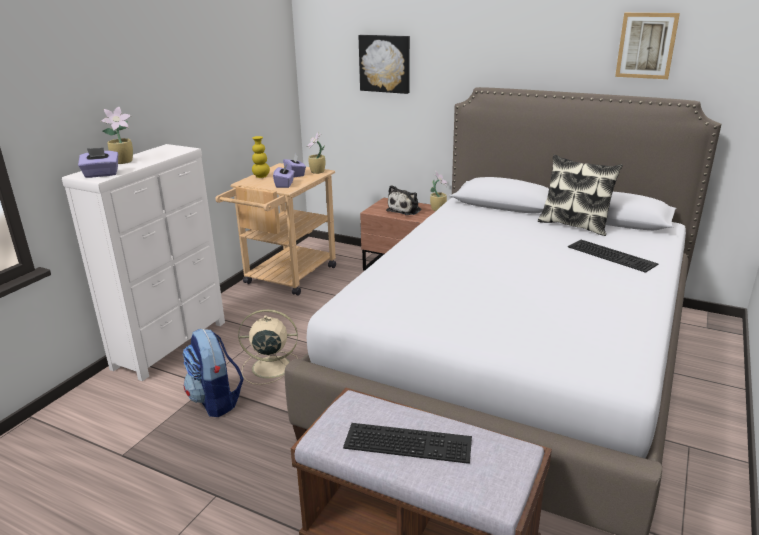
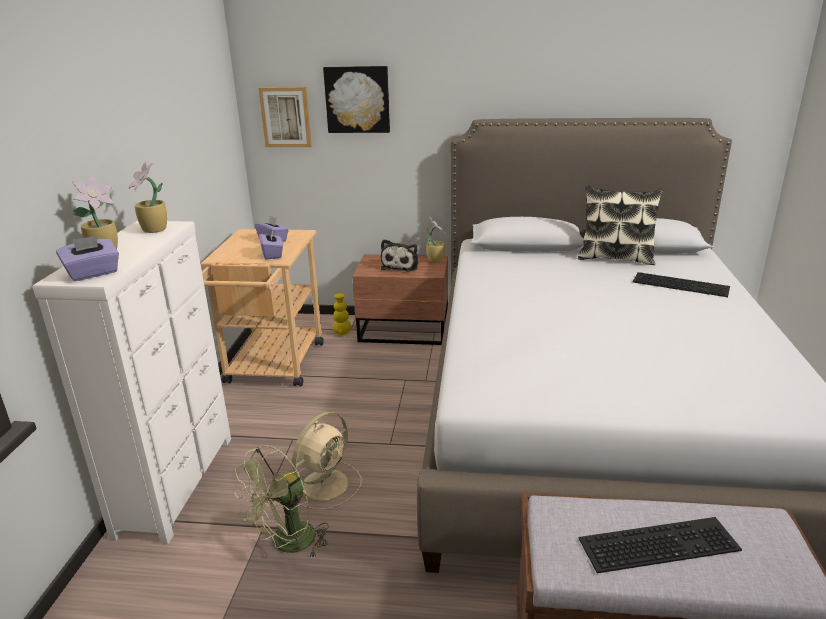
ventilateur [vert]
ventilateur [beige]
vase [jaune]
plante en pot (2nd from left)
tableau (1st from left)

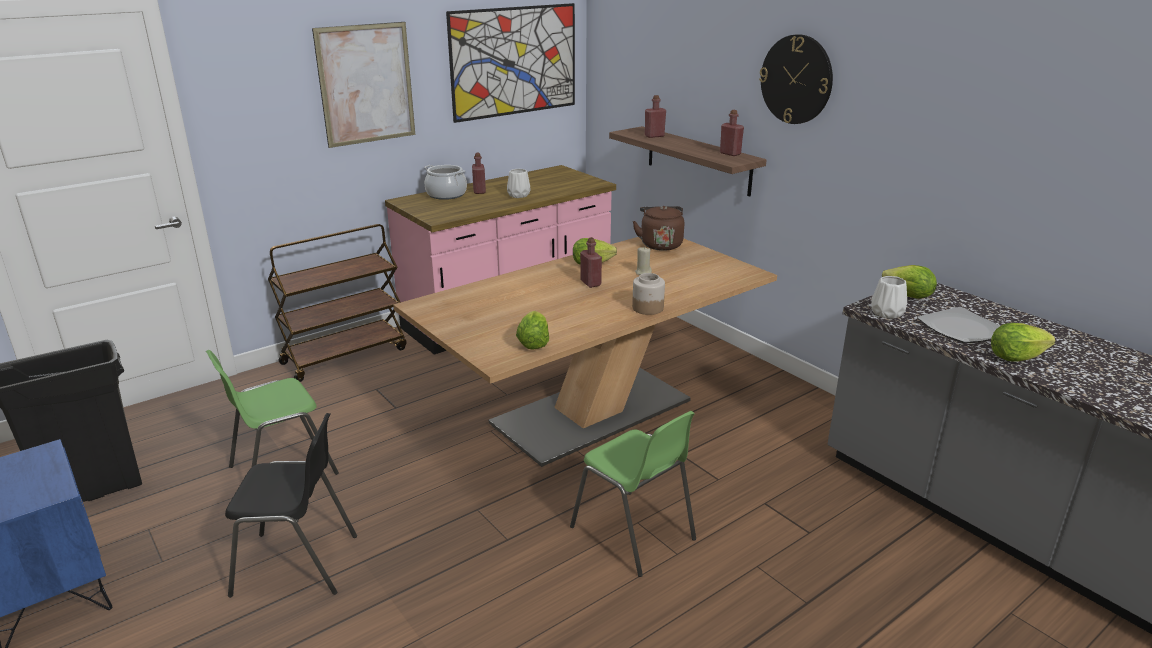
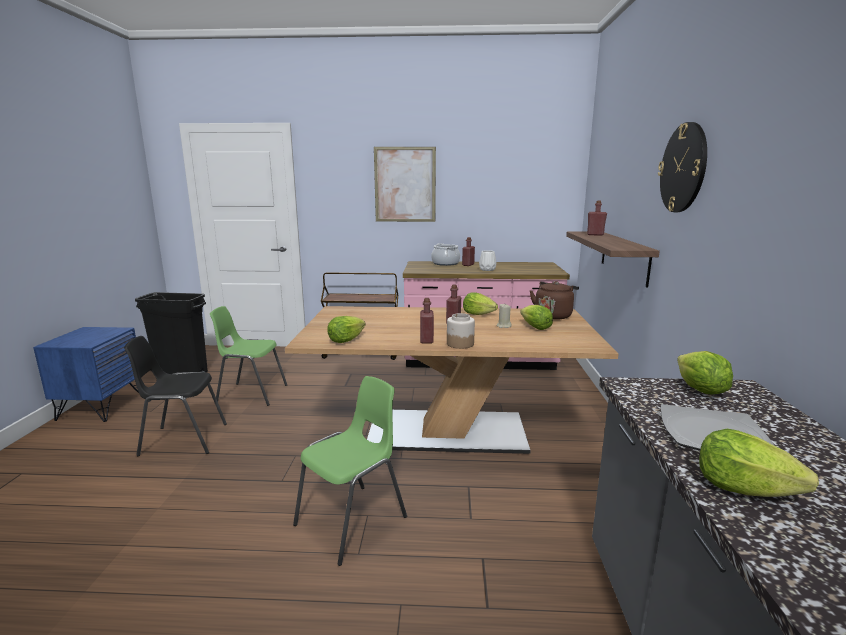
chaise [noir]
tableau (2nd from left in the first image)
chaise [vert] (2nd from left)
bouteille [rouge] (1st from left)
vase [blanc] (2nd from left in the first image)
laitue (3rd from left)

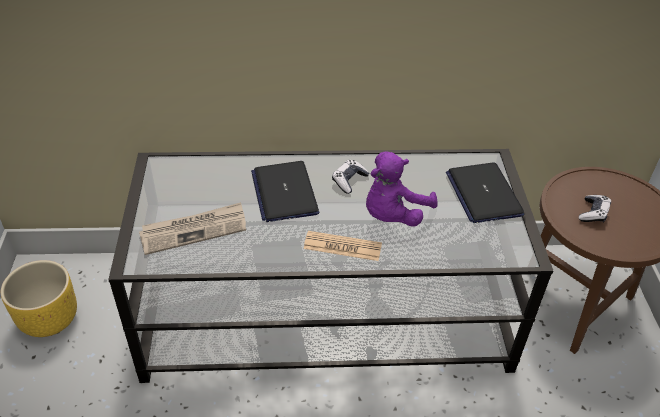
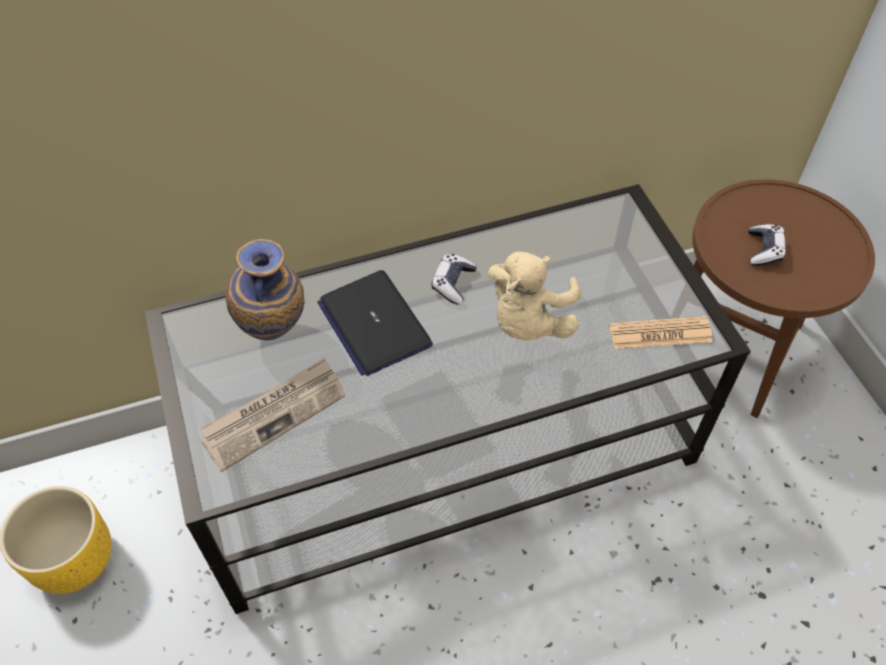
journal (2nd from left)
peluche [beige]
ordinateur portable (2nd from left in the first image)
vase

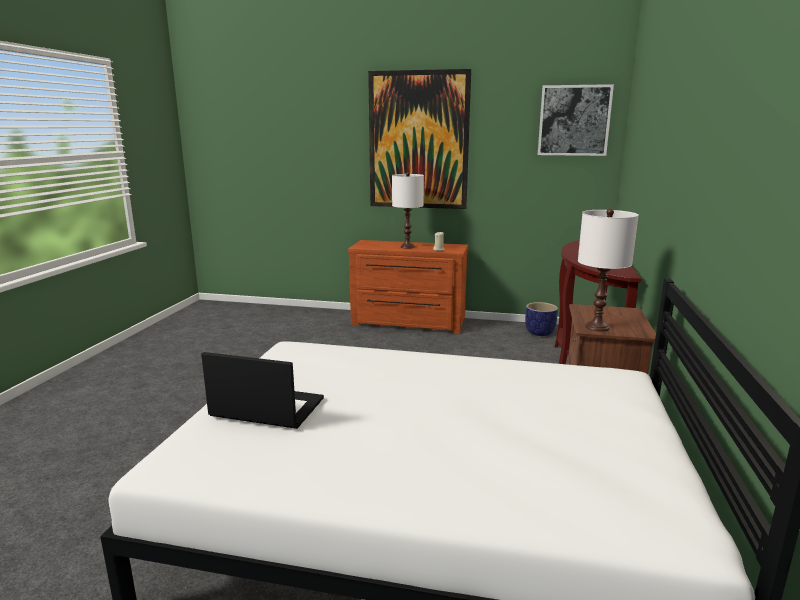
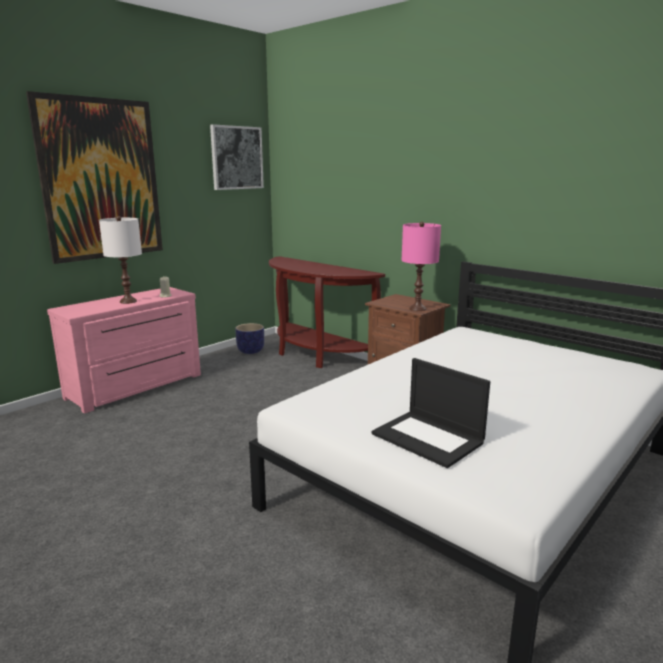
ordinateur portable
commode [rose]
lampe de table [rose]

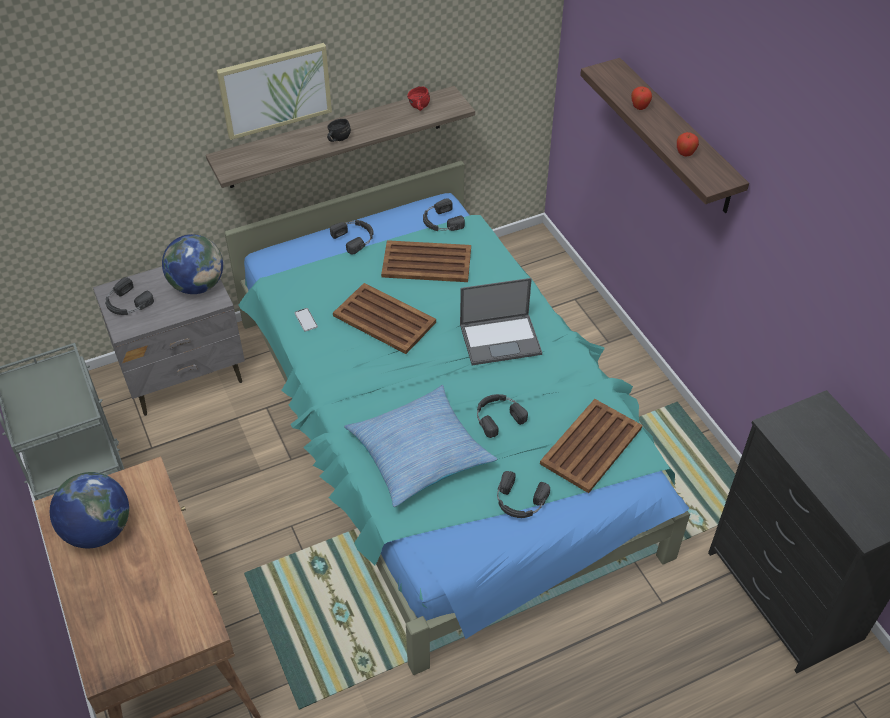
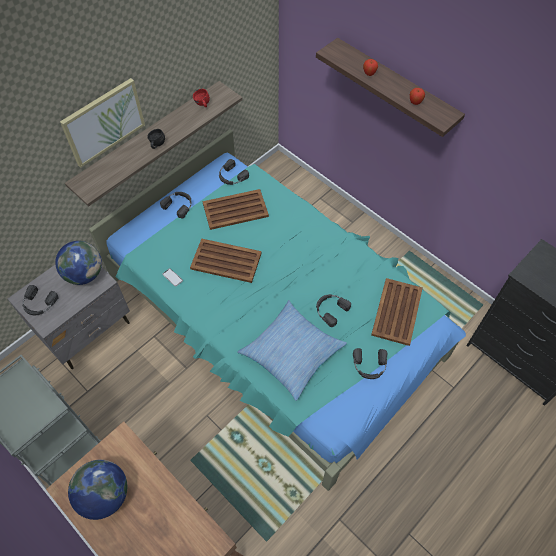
ordinateur portable

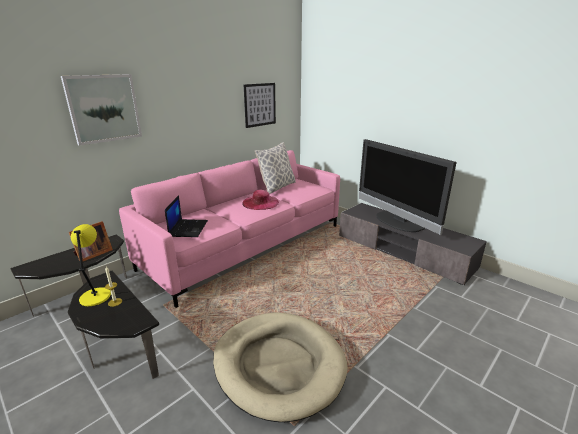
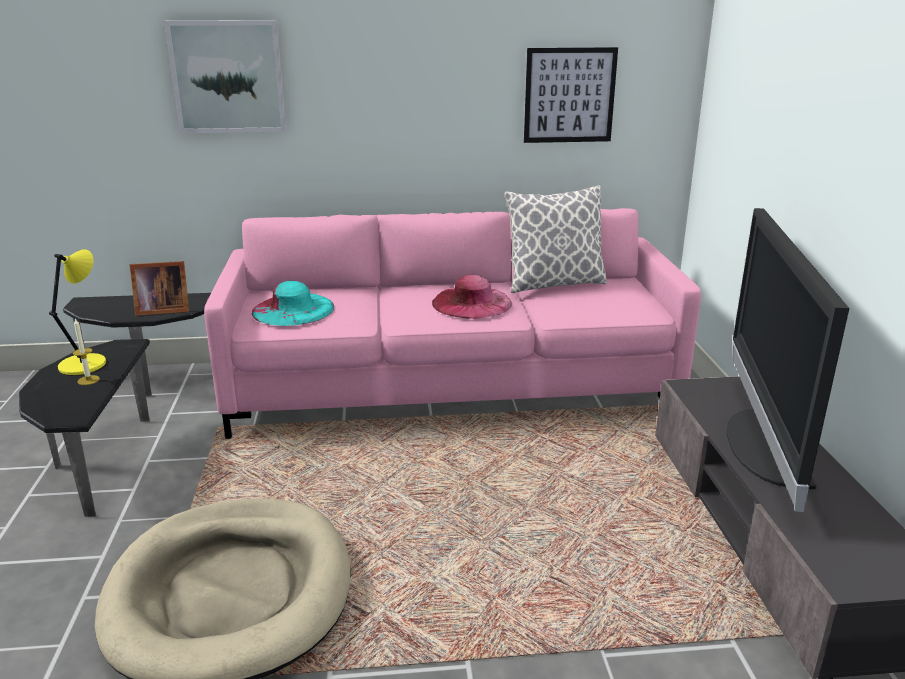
chapeau [turquoise]

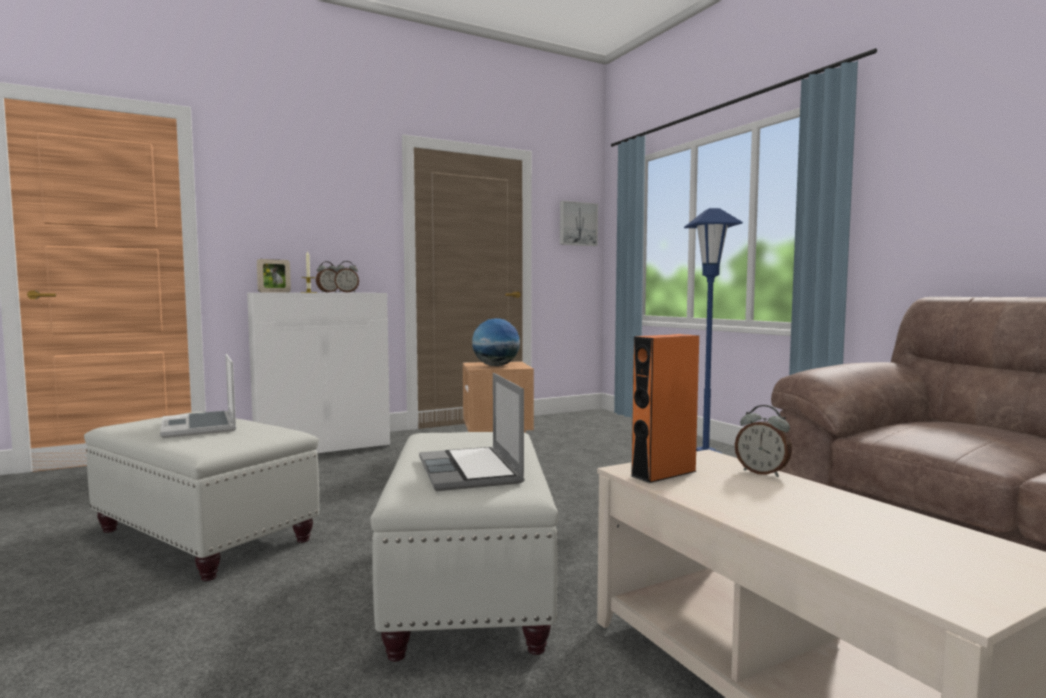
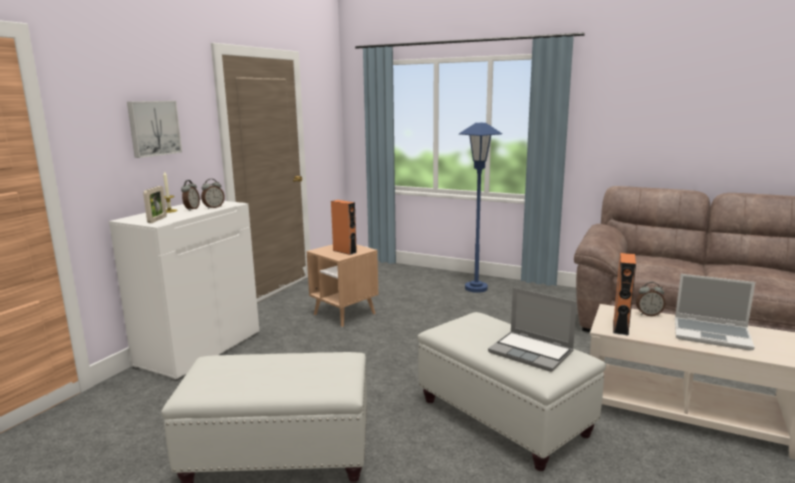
ordinateur portable (2nd from left)
enceinte [orange] (1st from left)
tableau

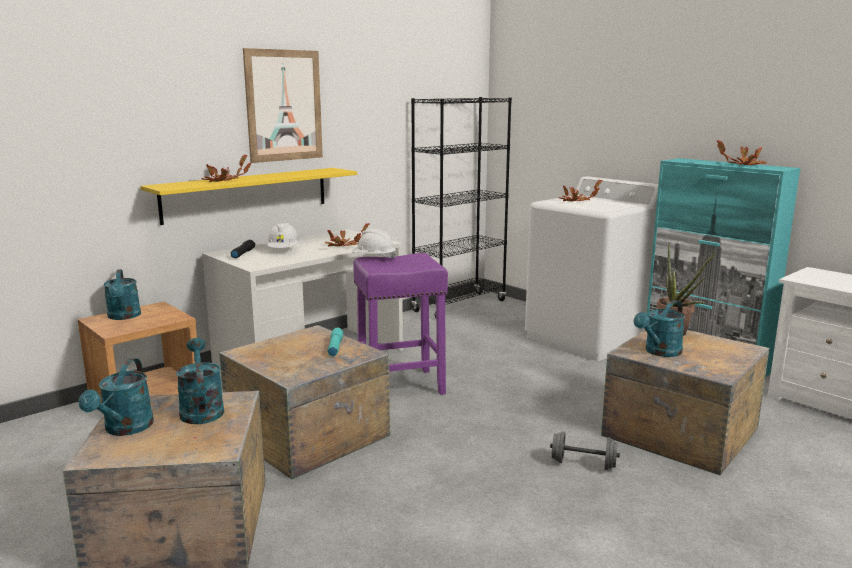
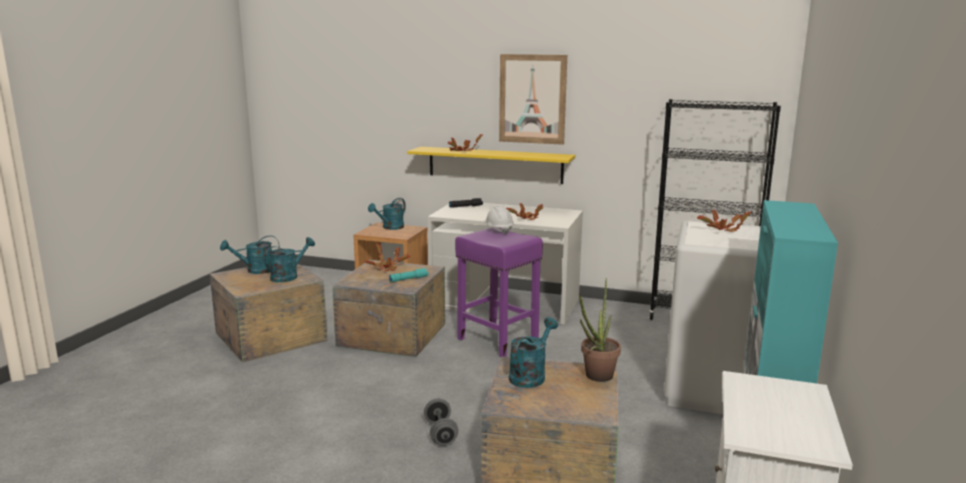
casque de chantier [blanc] (1st from left in the first image)
arrosoir [turquoise] (4th from left)
plante en pot (1st from left)

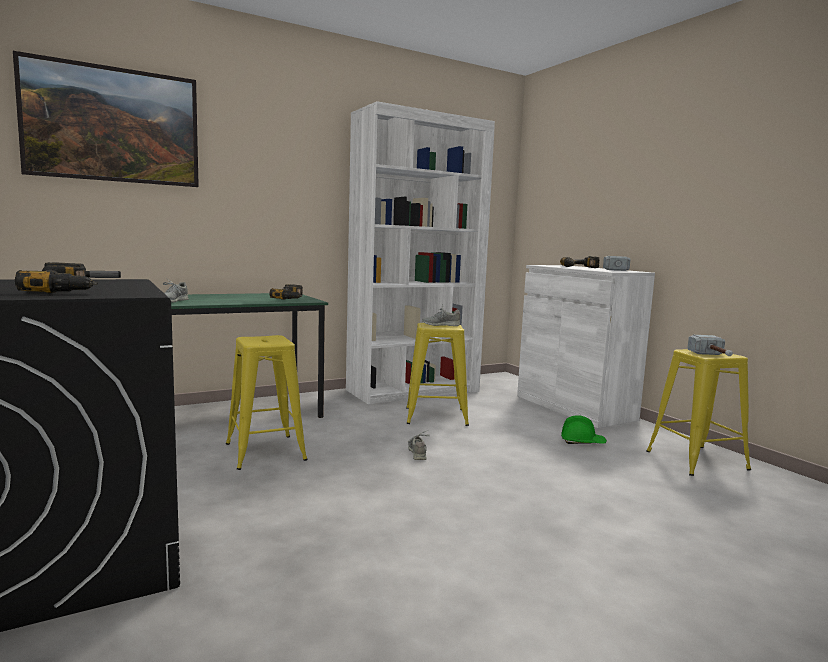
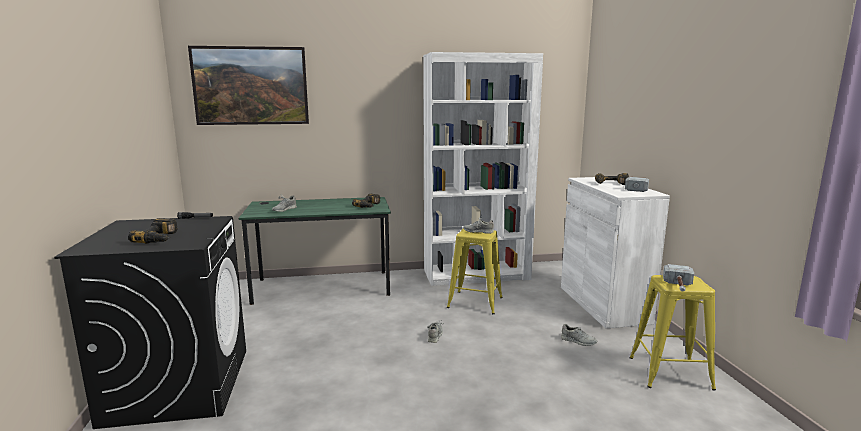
tabouret [jaune] (1st from left in the first image)
chaussure [gris] (4th from left)

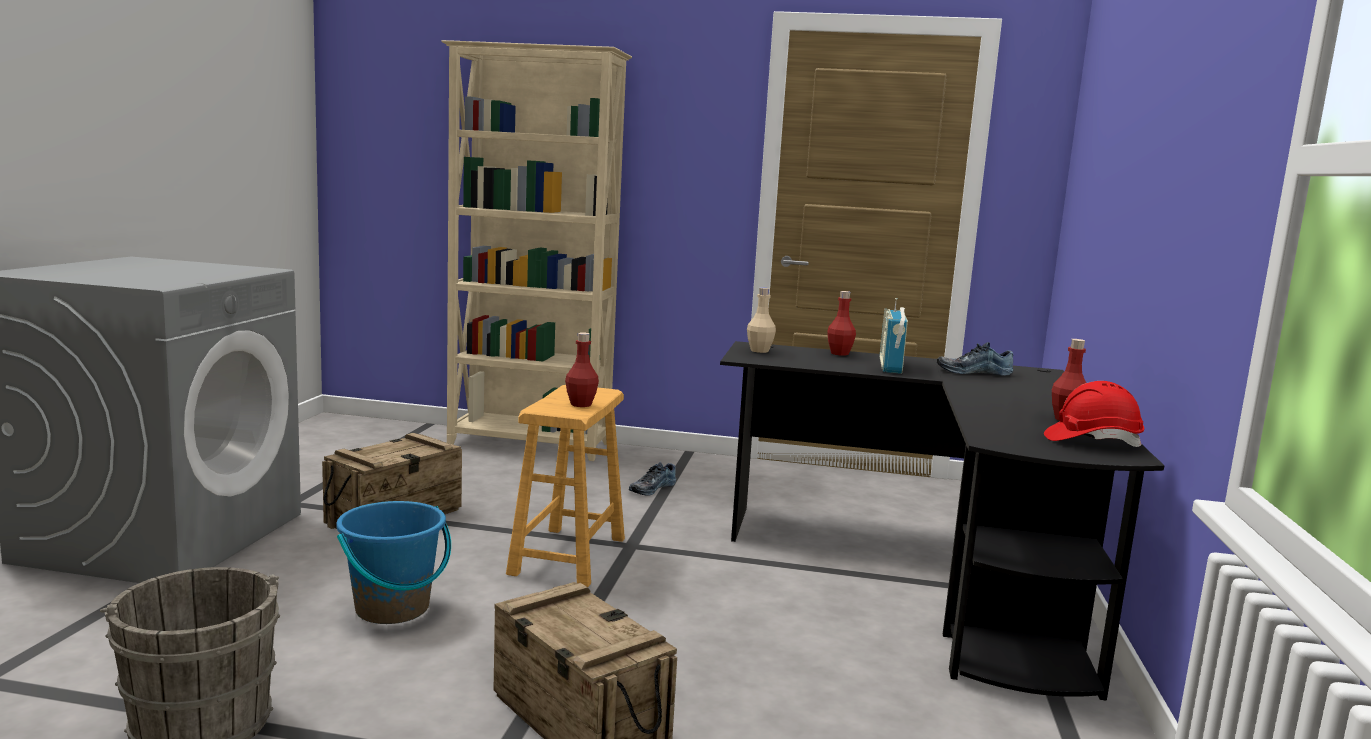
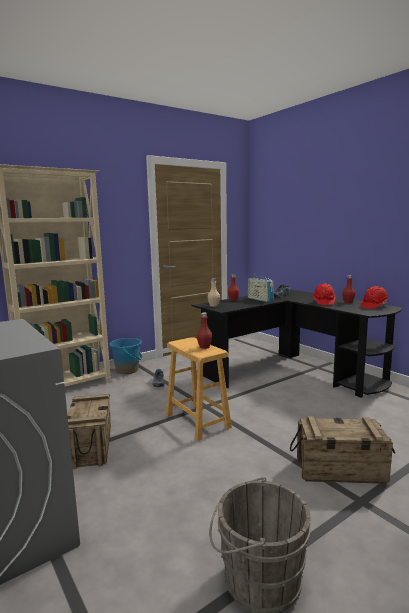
seau [bleu]
casque de chantier [rouge] (1st from left)

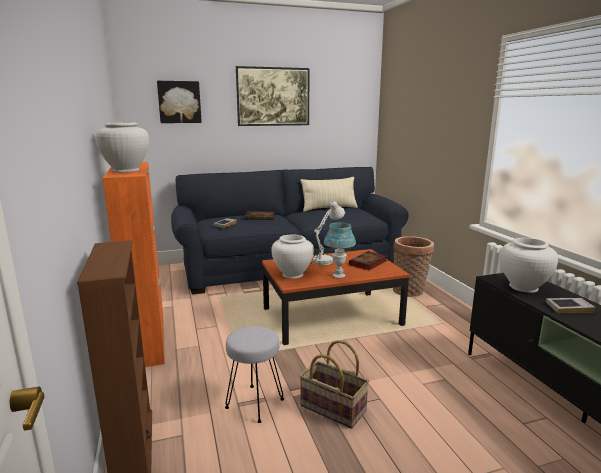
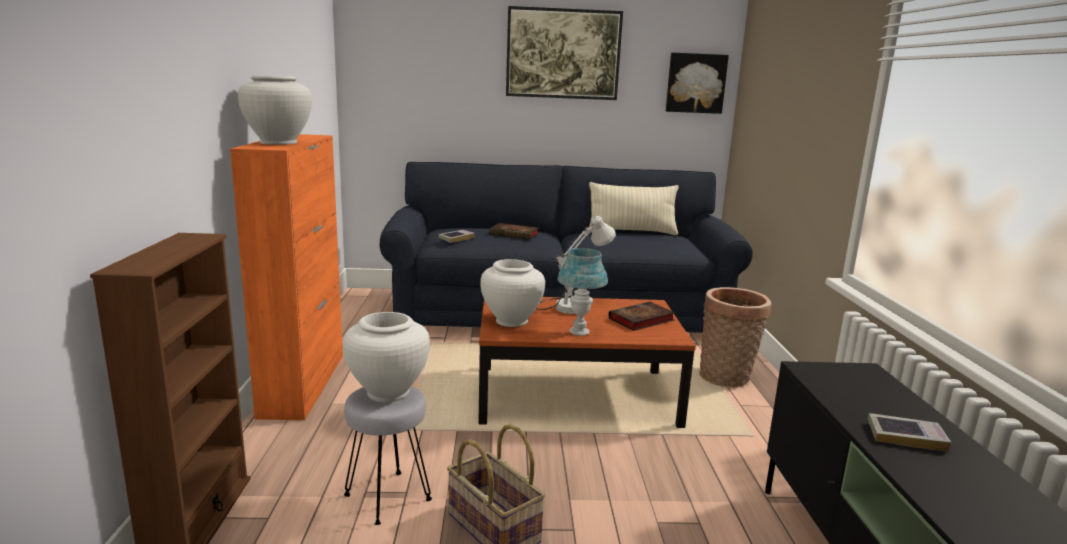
tableau (2nd from left)
vase [blanc] (2nd from left)

